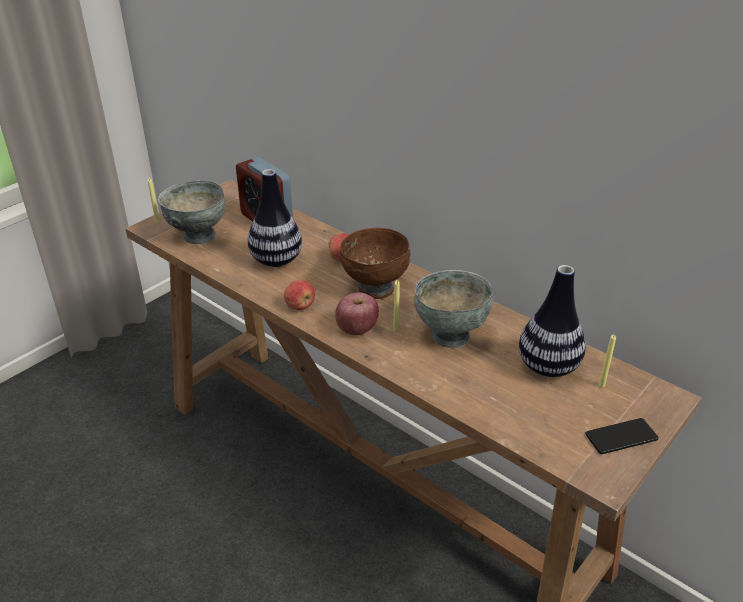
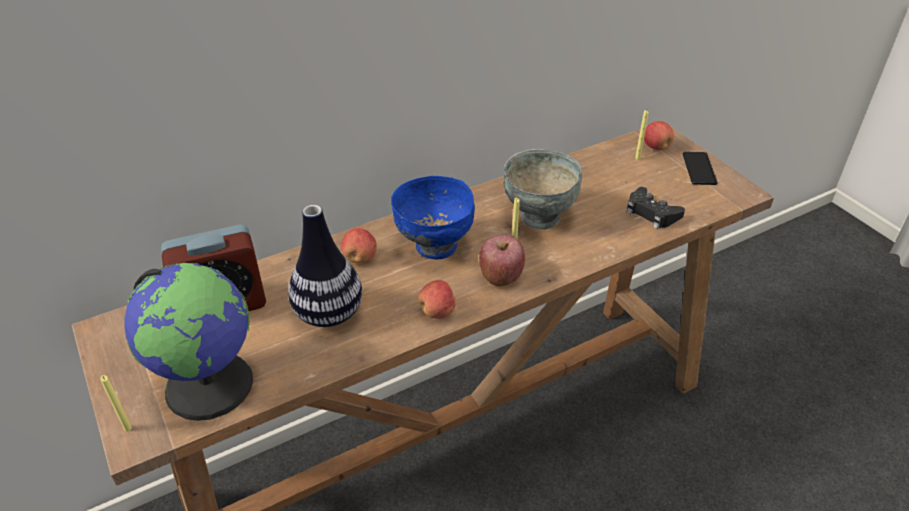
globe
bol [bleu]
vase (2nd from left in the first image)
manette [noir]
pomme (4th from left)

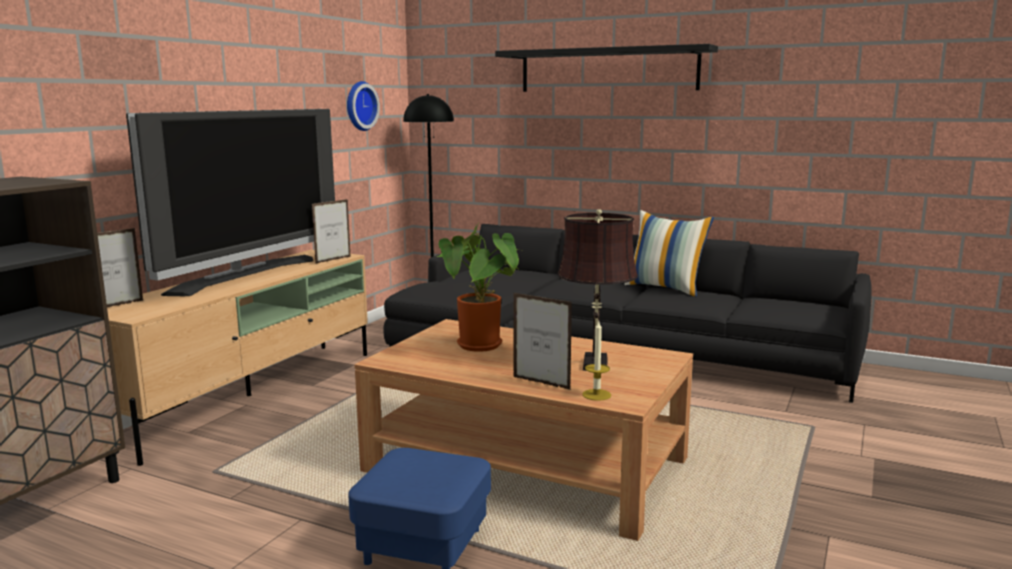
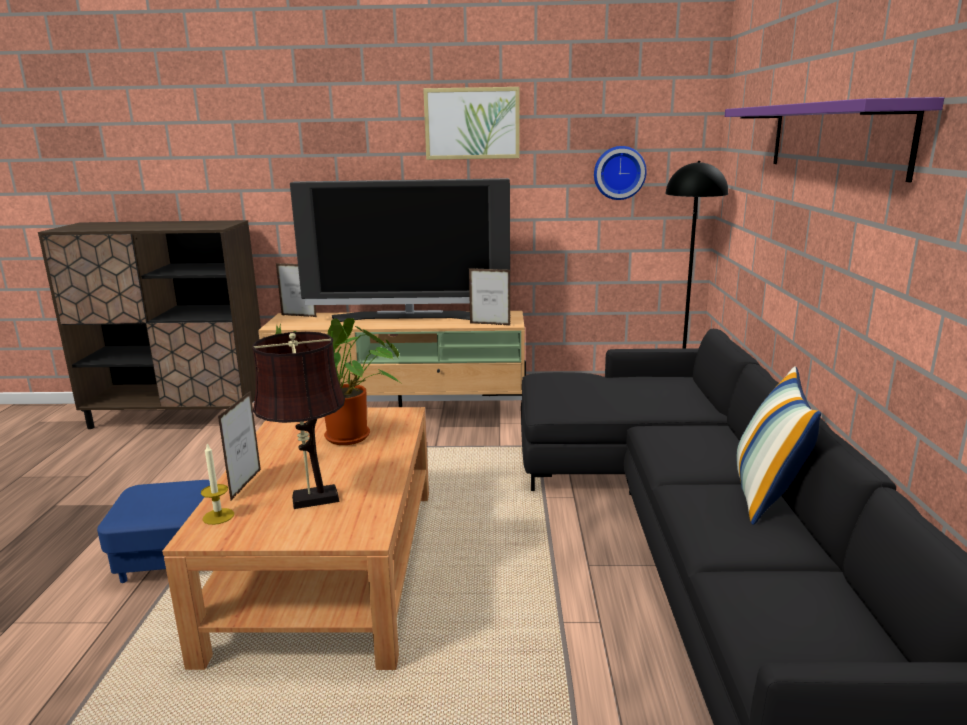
étagère [violet]
tableau

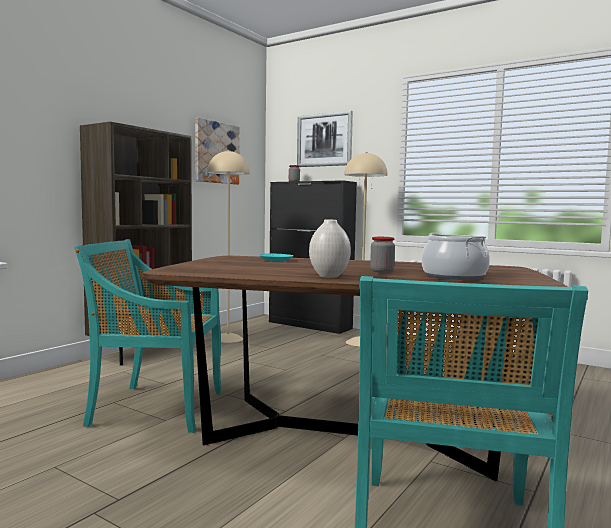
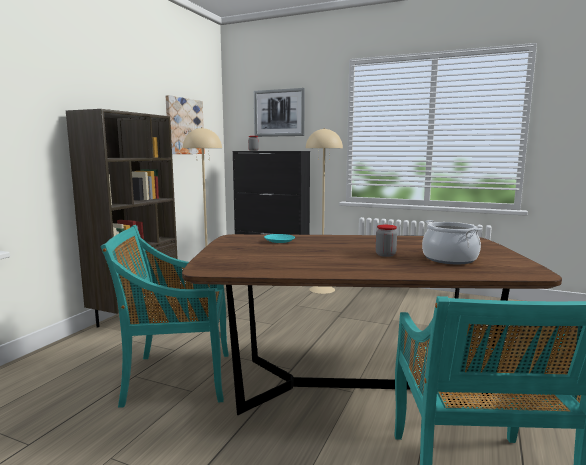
vase [blanc]

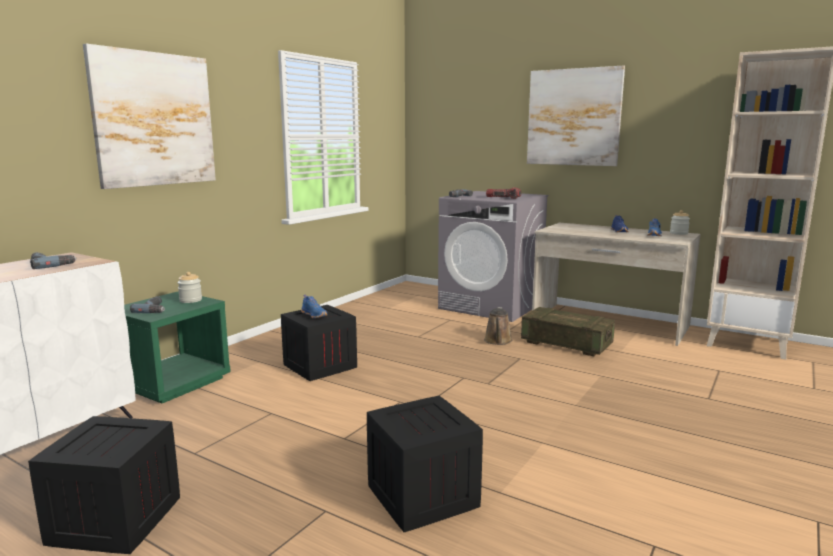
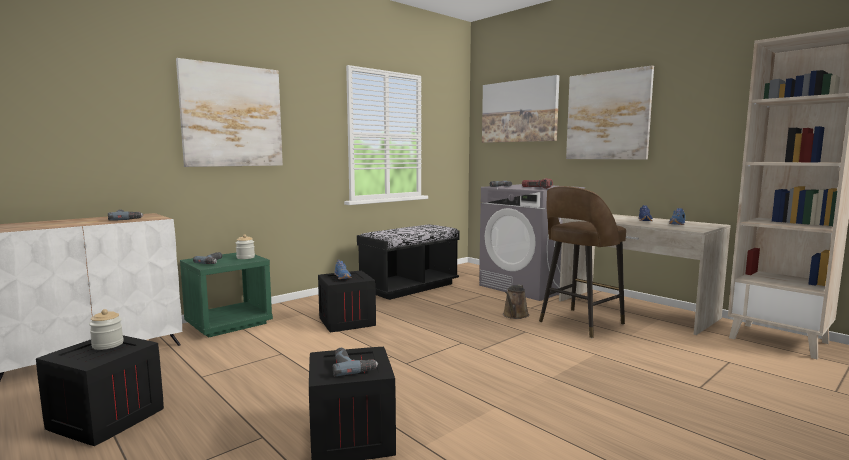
tabouret [marron]
bocal (1st from left)
perceuse (3rd from left)
banc [noir]
tableau (2nd from left)

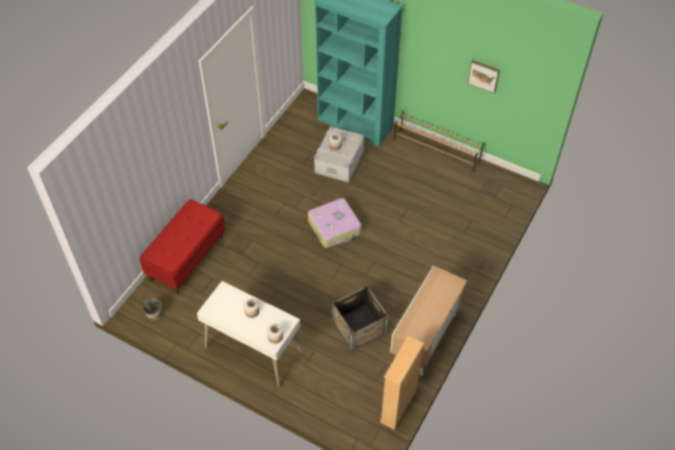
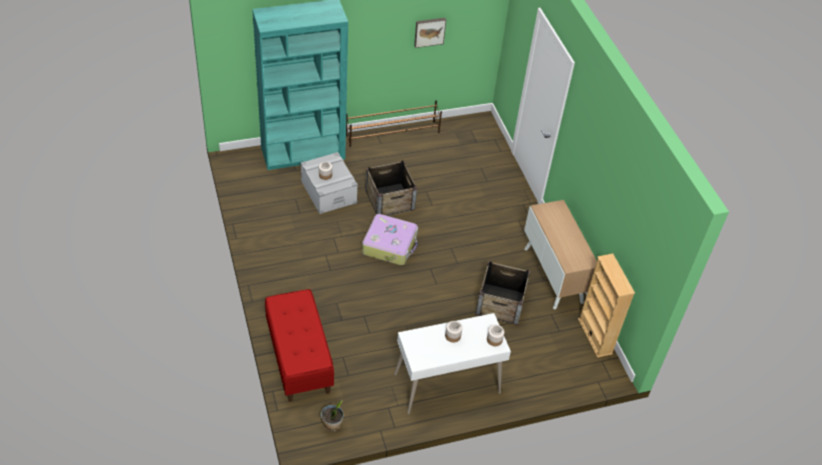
caisse (1st from left)

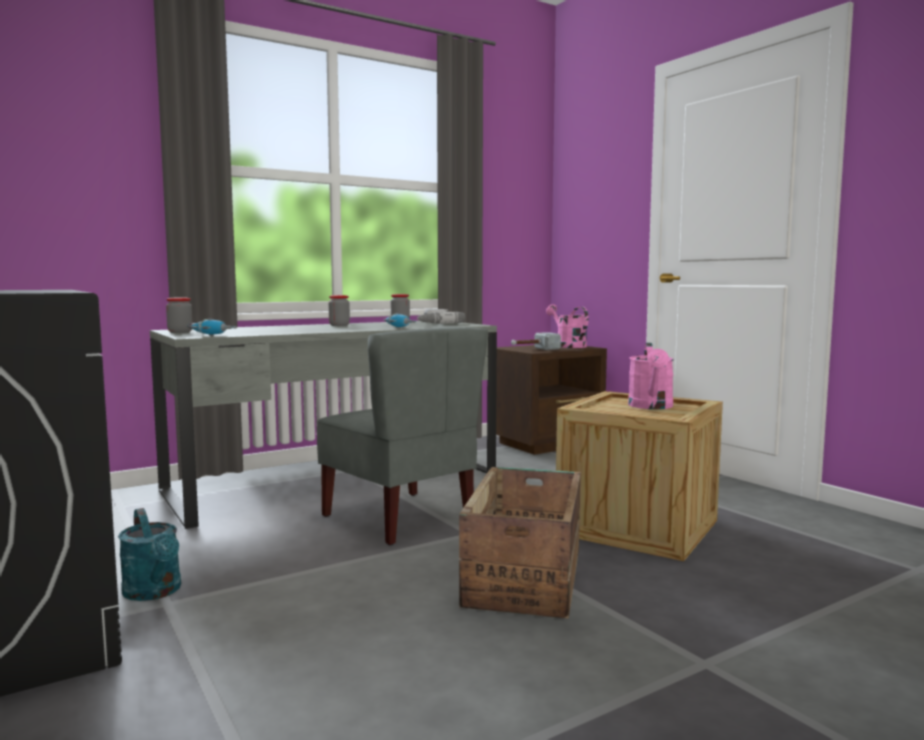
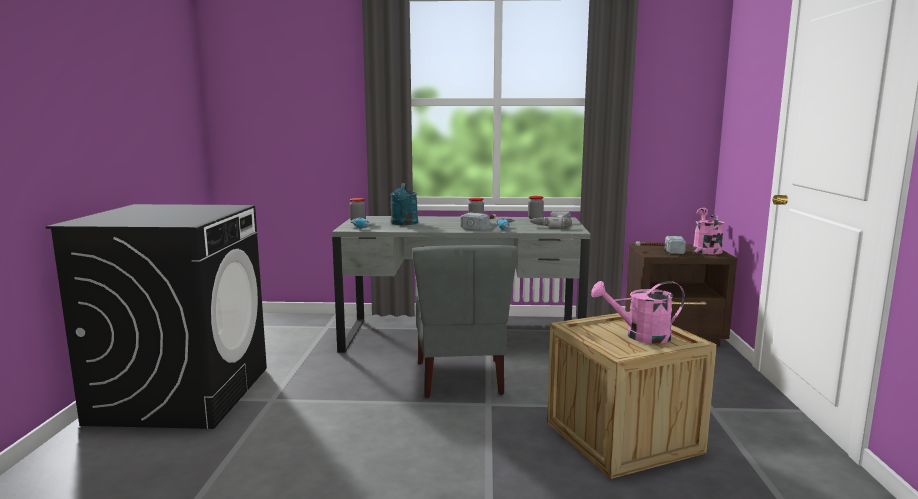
arrosoir [turquoise]
caisse (1st from left in the first image)
arrosoir [rose] (1st from left)
marteau (1st from left)

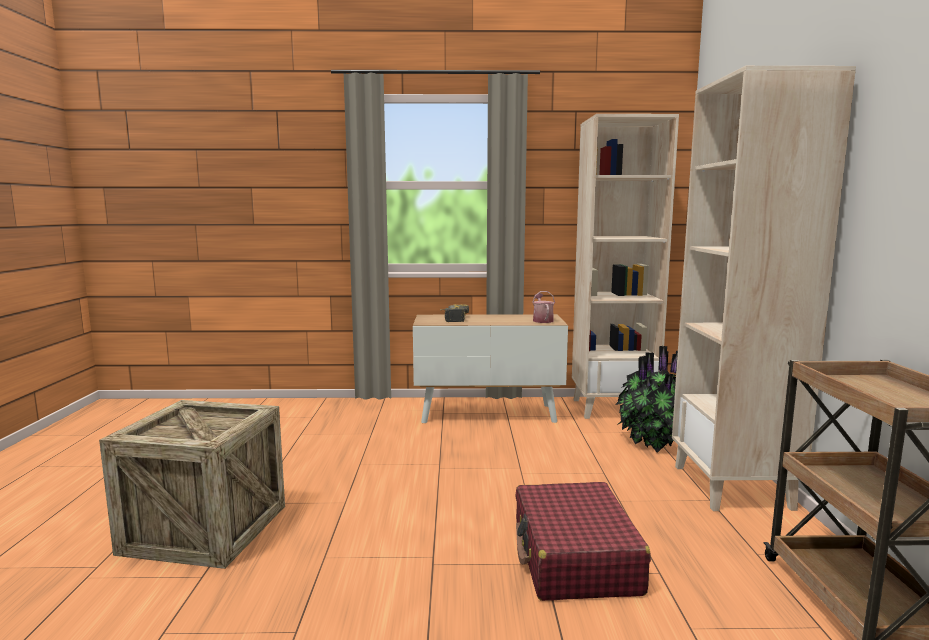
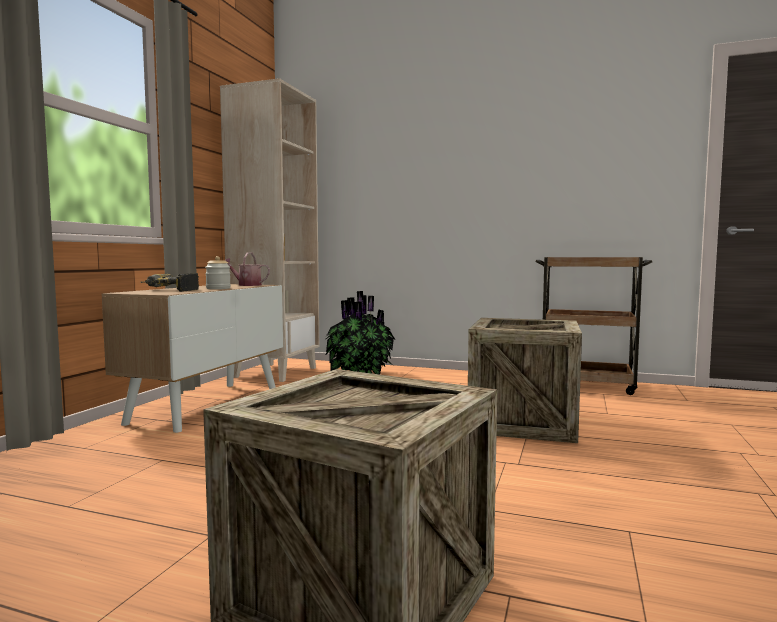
caisse (2nd from left)
bibliothèque [beige] (2nd from left in the first image)
bocal

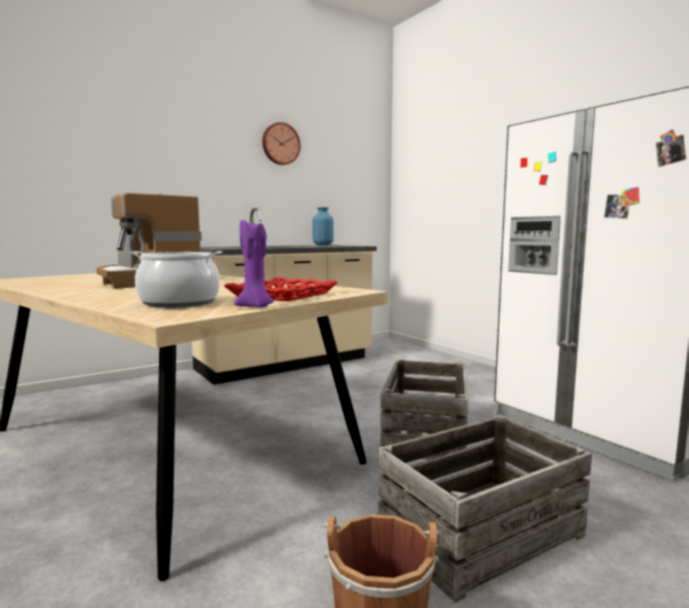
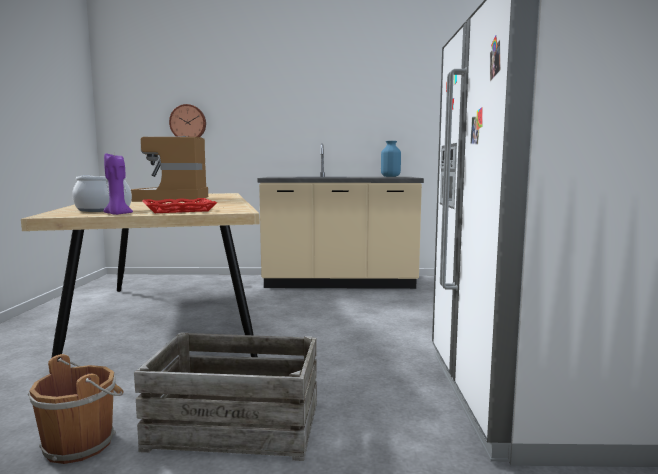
horloge murale
caisse (1st from left in the first image)

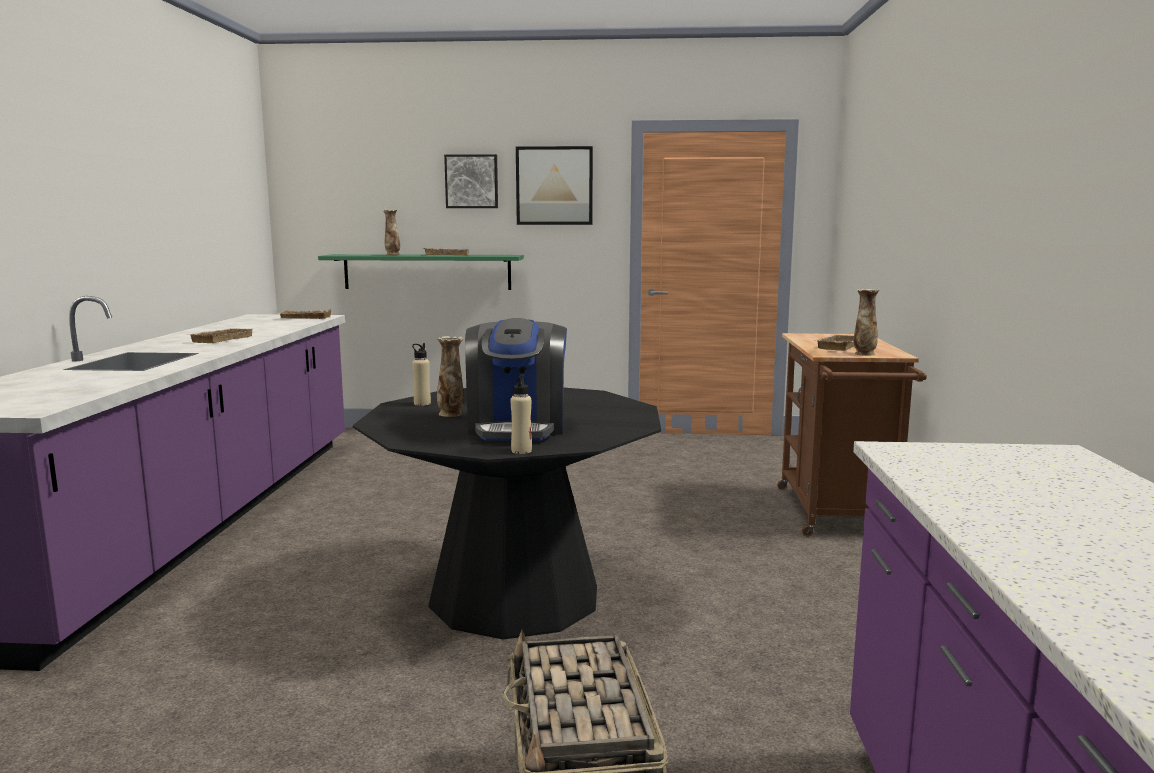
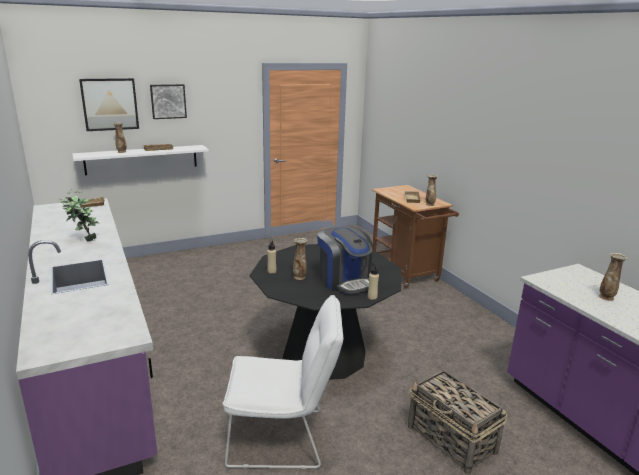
plante en pot
étagère [blanc]
tableau (1st from left)
chaise [blanc]
vase (4th from left)

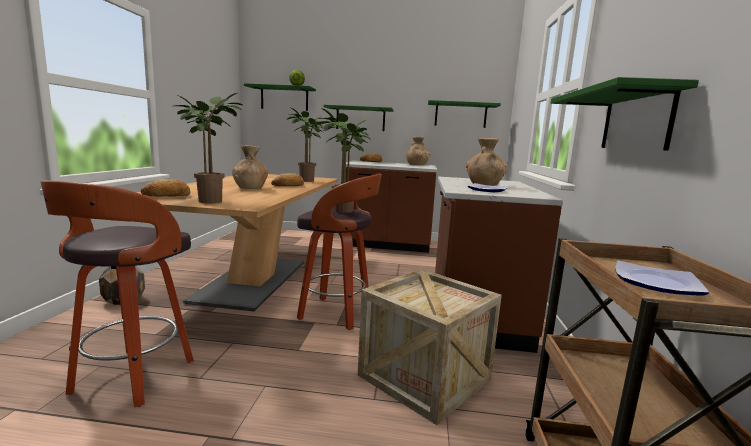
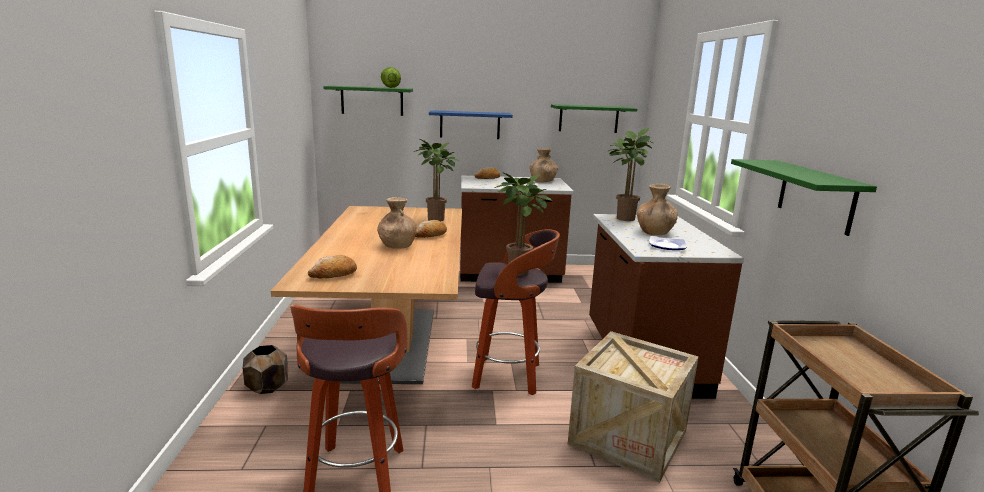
plante en pot (3rd from left)
étagère [bleu]
assiette (2nd from left in the first image)

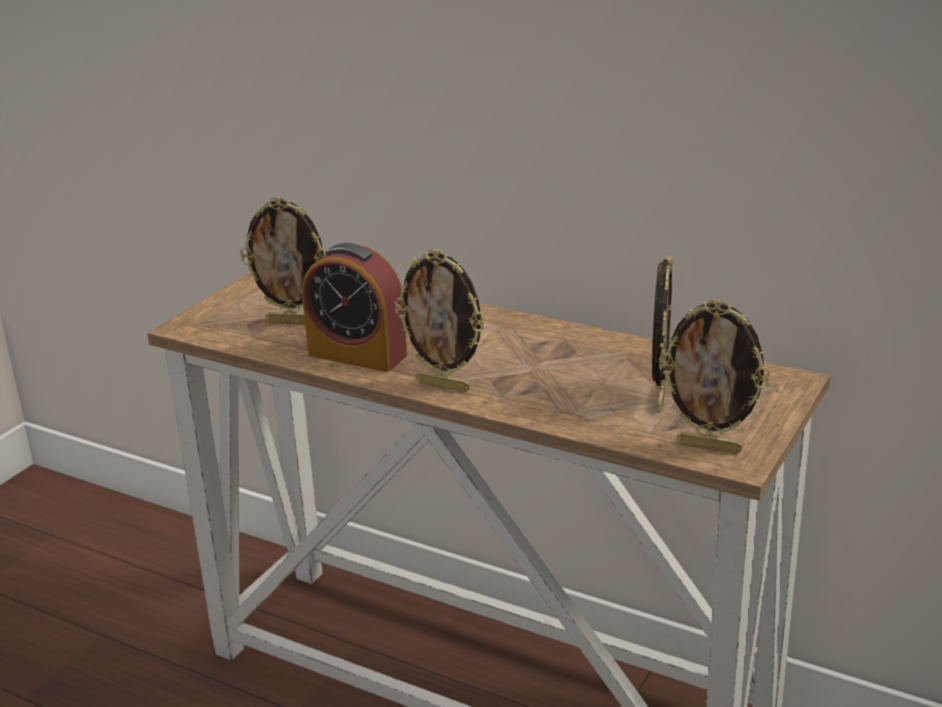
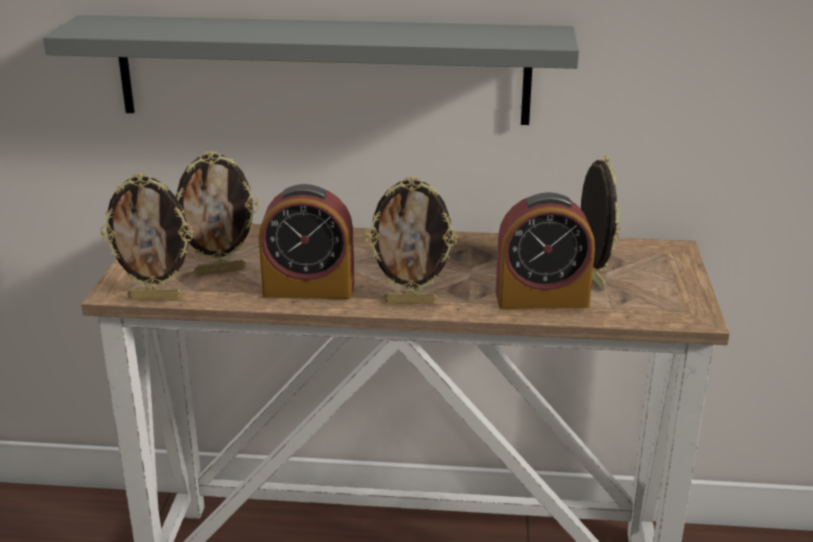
cadre photo (1st from left)
étagère [gris]
réveil (2nd from left)

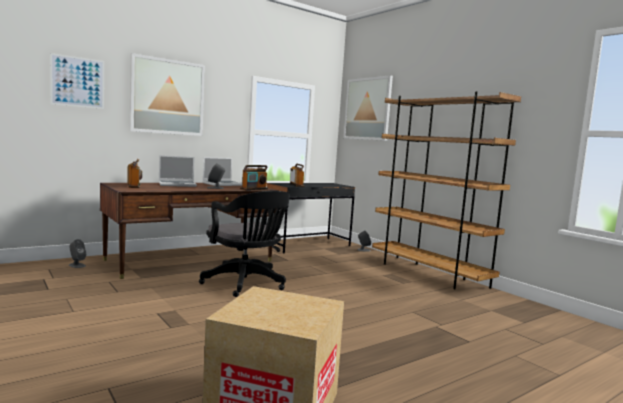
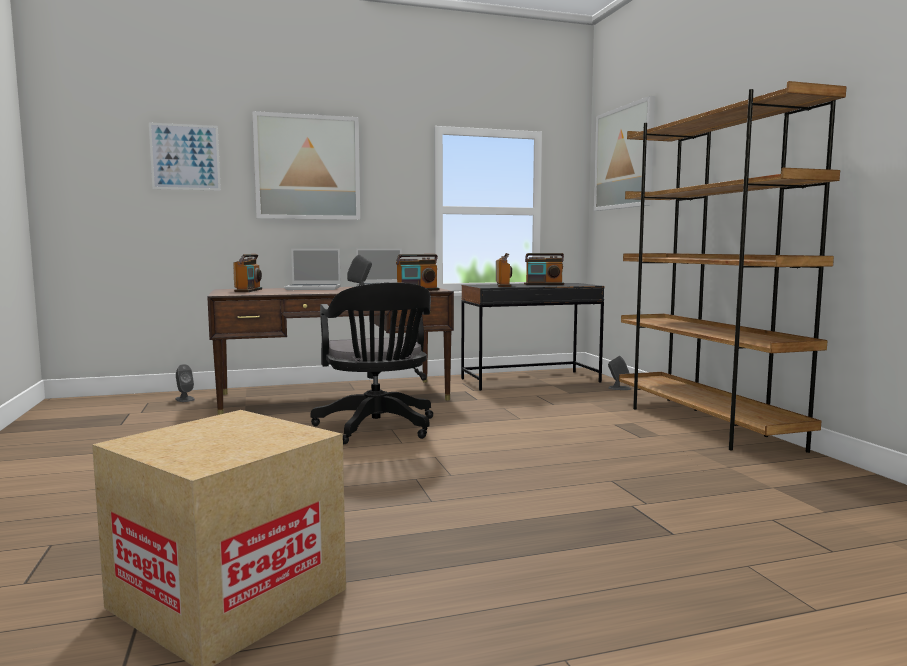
radio (4th from left)

